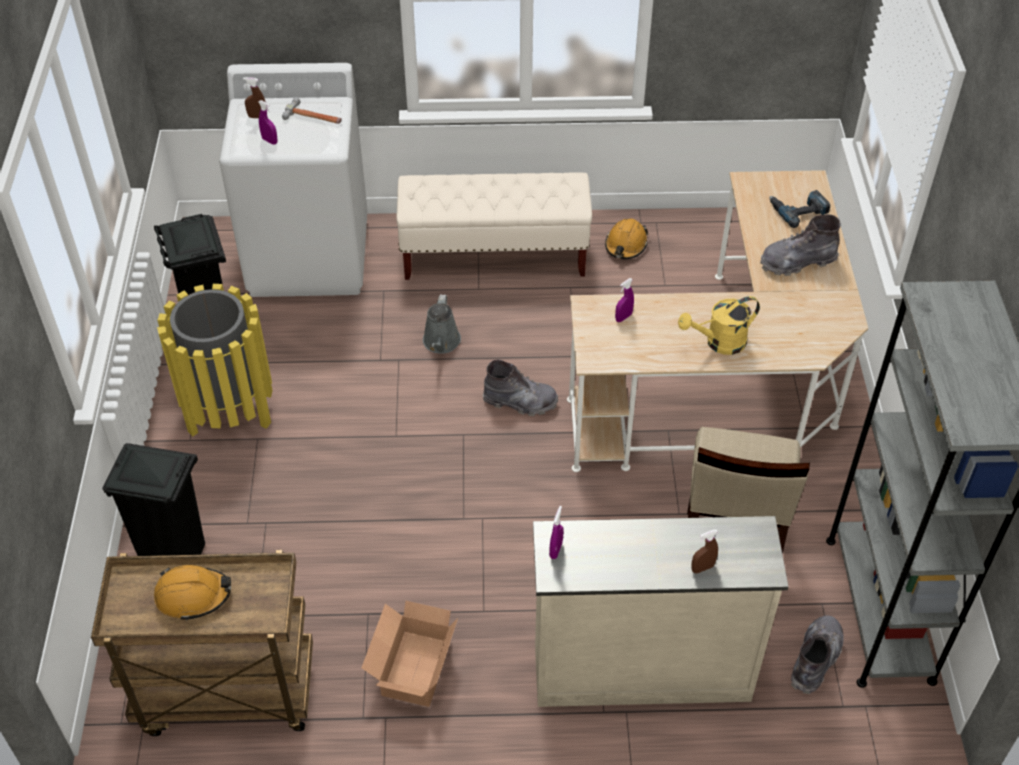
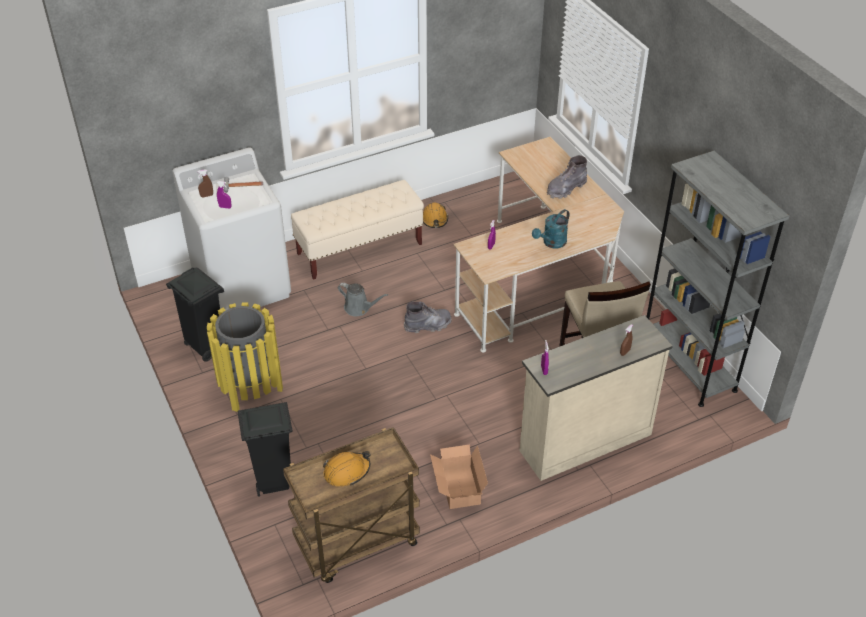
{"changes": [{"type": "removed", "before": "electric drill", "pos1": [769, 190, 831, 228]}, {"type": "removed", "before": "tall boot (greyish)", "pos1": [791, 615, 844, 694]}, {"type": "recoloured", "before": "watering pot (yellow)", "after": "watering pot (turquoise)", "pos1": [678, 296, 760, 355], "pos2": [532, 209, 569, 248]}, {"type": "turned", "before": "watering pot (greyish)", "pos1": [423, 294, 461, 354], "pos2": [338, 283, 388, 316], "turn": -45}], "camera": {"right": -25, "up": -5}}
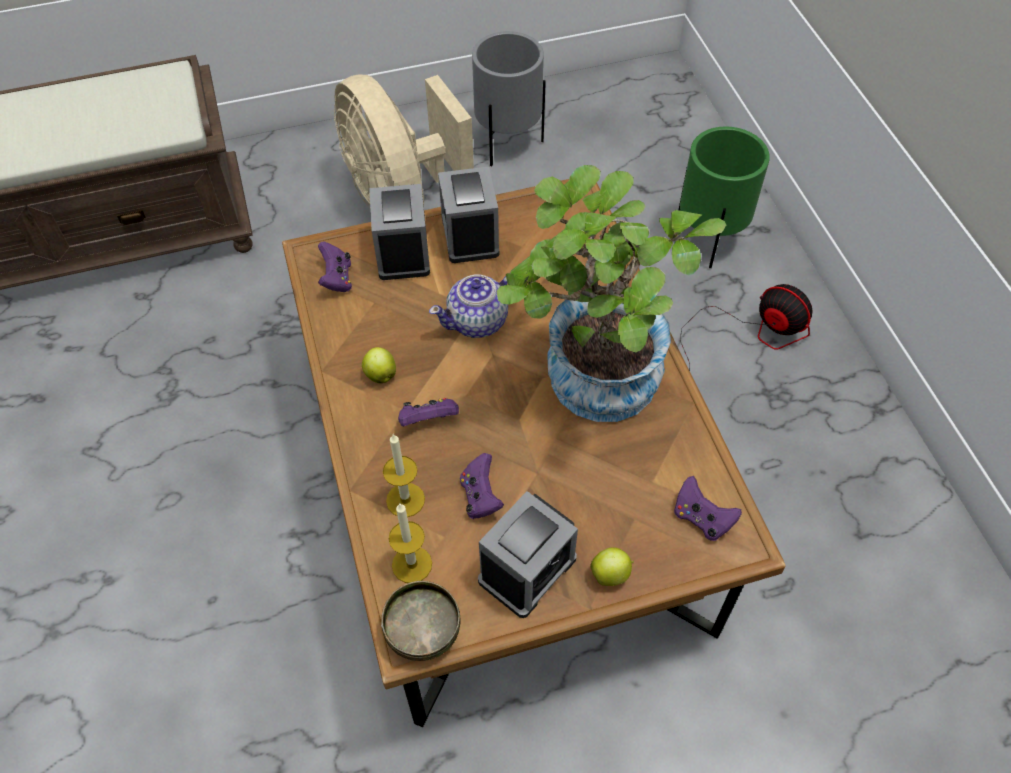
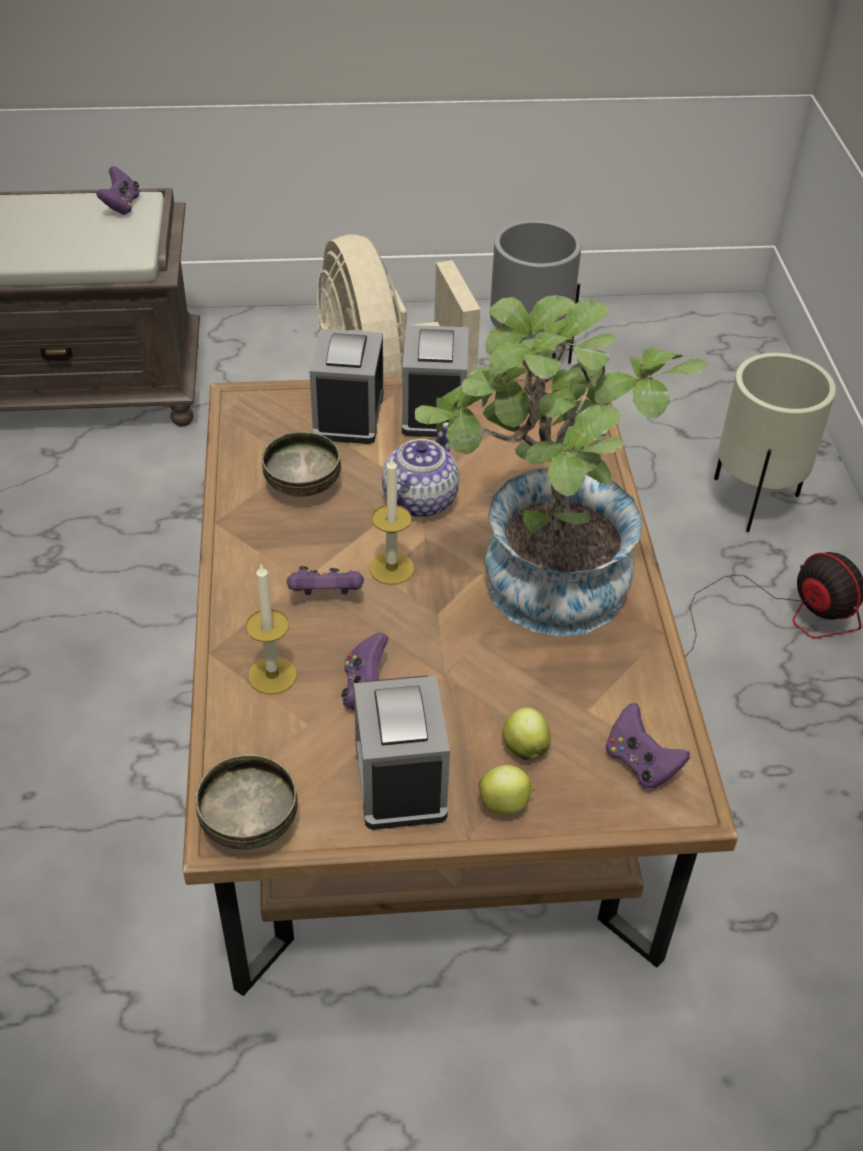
{"changes": [{"type": "added", "after": "deep dish", "pos2": [262, 431, 341, 497]}, {"type": "moved", "before": "game controller (purple-coloured)", "pos1": [318, 241, 352, 292], "pos2": [96, 166, 139, 215]}, {"type": "moved", "before": "apple", "pos1": [362, 347, 396, 383], "pos2": [502, 707, 551, 760]}, {"type": "moved", "before": "wax candle", "pos1": [389, 503, 432, 583], "pos2": [369, 456, 414, 585]}, {"type": "recoloured", "before": "planter (greenish)", "after": "planter (beige)", "pos1": [679, 127, 770, 268], "pos2": [714, 353, 836, 532]}, {"type": "turned", "before": "teapot", "pos1": [429, 273, 511, 338], "pos2": [382, 422, 459, 518], "turn": 135}, {"type": "turned", "before": "table clock", "pos1": [478, 491, 578, 618], "pos2": [354, 676, 450, 830], "turn": 120}], "camera": {"right": 10, "up": -10}}
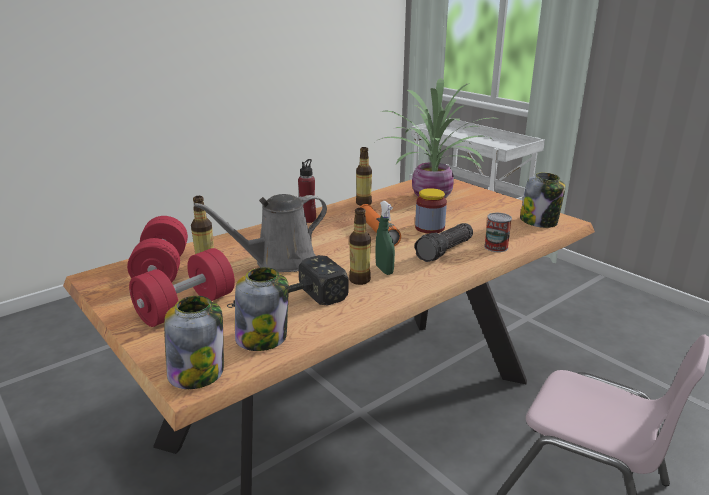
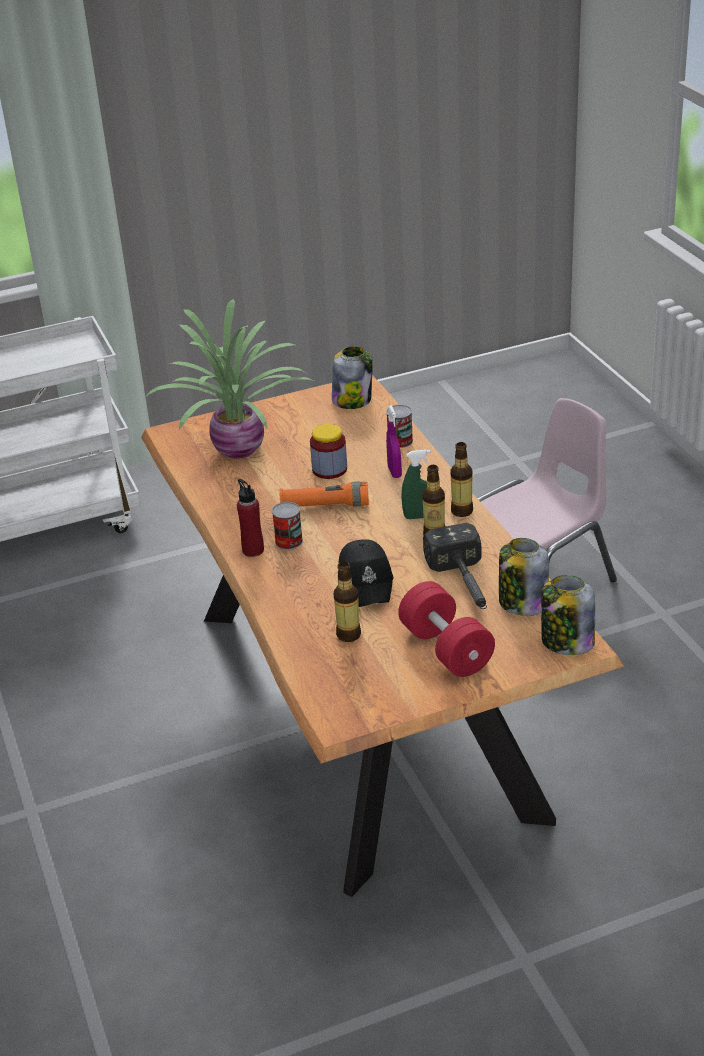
{"changes": [{"type": "removed", "before": "free weight (red-coloured)", "pos1": [127, 216, 188, 283]}, {"type": "added", "after": "sealed can", "pos2": [272, 502, 303, 550]}, {"type": "moved", "before": "drink bottle", "pos1": [356, 147, 372, 206], "pos2": [451, 442, 473, 517]}, {"type": "replaced", "before": "watering pot (greyish)", "after": "baseball cap (black)", "pos1": [194, 194, 327, 272], "pos2": [339, 539, 394, 607]}, {"type": "replaced", "before": "hand torch", "after": "hand sprayer (purple-coloured)", "pos1": [414, 223, 473, 262], "pos2": [386, 405, 402, 478]}], "camera": {"right": -70, "up": 10}}
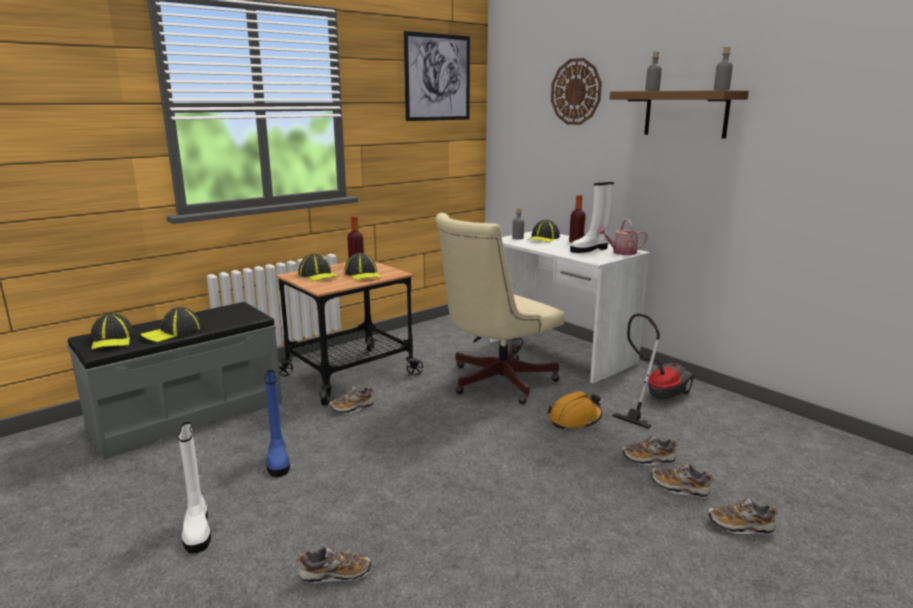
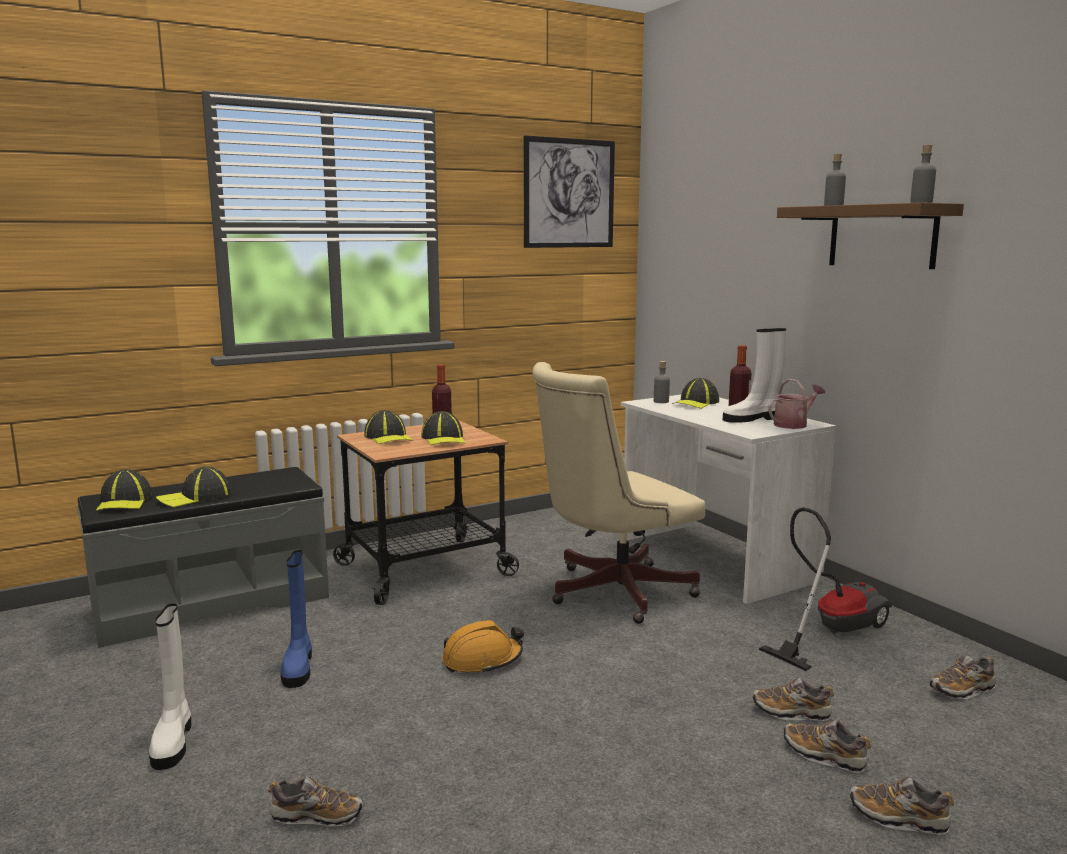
{"changes": [{"type": "removed", "before": "clock on the wall", "pos1": [551, 58, 602, 125]}, {"type": "moved", "before": "low shoe", "pos1": [329, 386, 374, 414], "pos2": [929, 655, 996, 699]}, {"type": "moved", "before": "work helmet (orange)", "pos1": [548, 391, 602, 429], "pos2": [442, 620, 524, 674]}, {"type": "turned", "before": "watering pot", "pos1": [597, 219, 648, 255], "pos2": [768, 379, 825, 429], "turn": 150}], "camera": {"right": 10, "up": -5}}
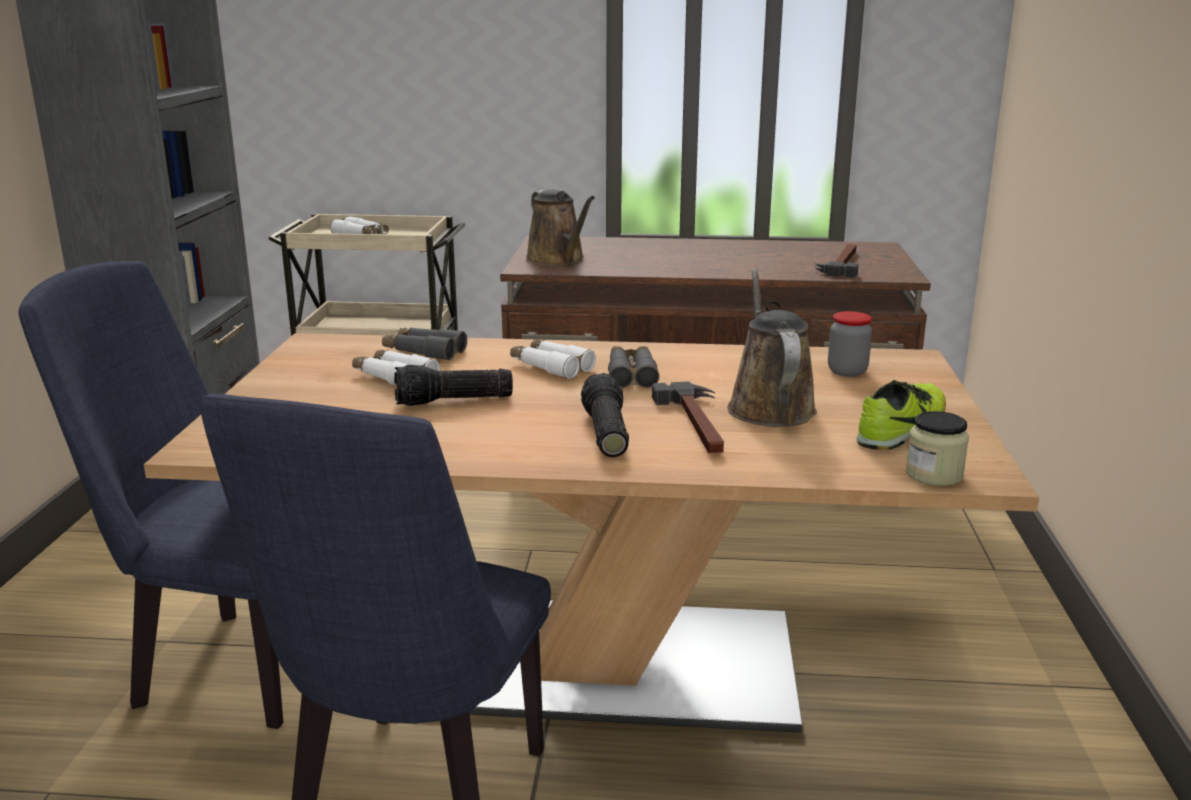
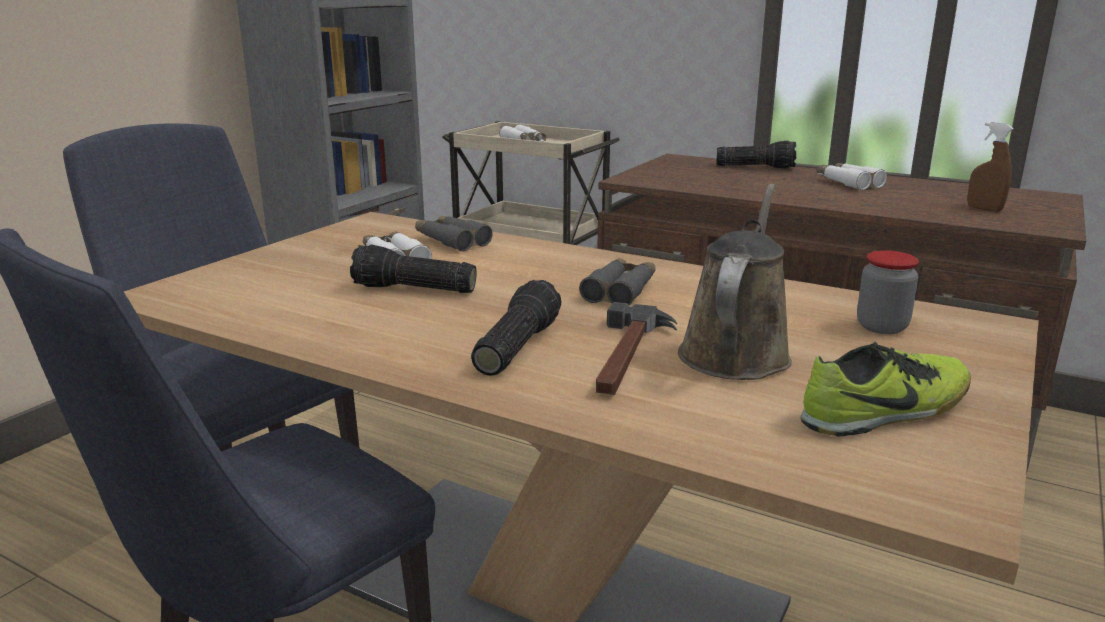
{"changes": [{"type": "removed", "before": "watering pot (brown-coloured)", "pos1": [526, 189, 595, 266]}, {"type": "removed", "before": "preserve jar", "pos1": [906, 411, 969, 486]}, {"type": "added", "after": "hand torch", "pos2": [716, 141, 796, 169]}, {"type": "moved", "before": "pair of binoculars (white)", "pos1": [510, 340, 596, 379], "pos2": [817, 163, 887, 190]}, {"type": "replaced", "before": "hammer", "after": "hand sprayer (brown-coloured)", "pos1": [815, 244, 858, 278], "pos2": [968, 122, 1013, 212]}], "camera": {"right": 25, "up": 0}}
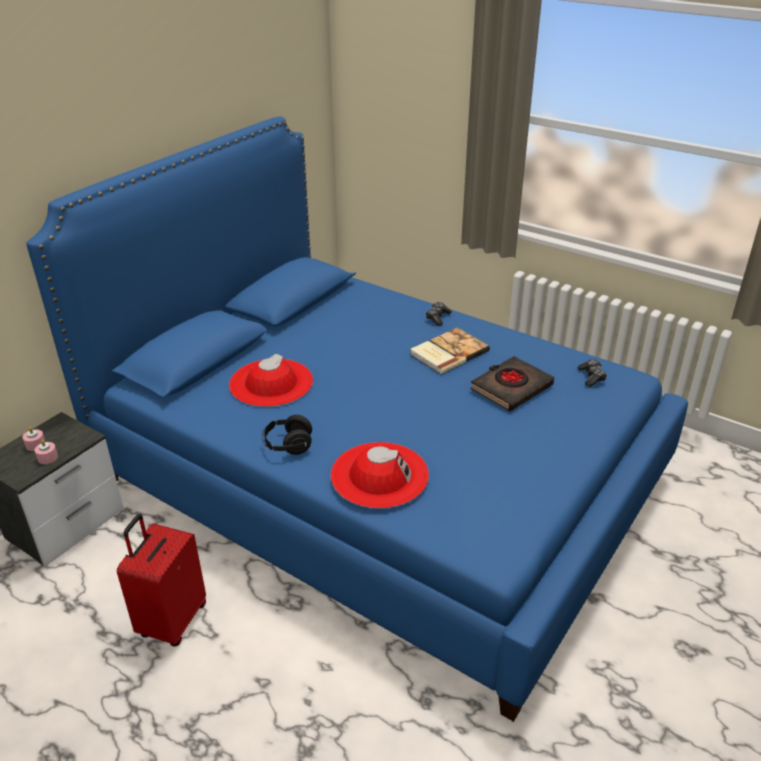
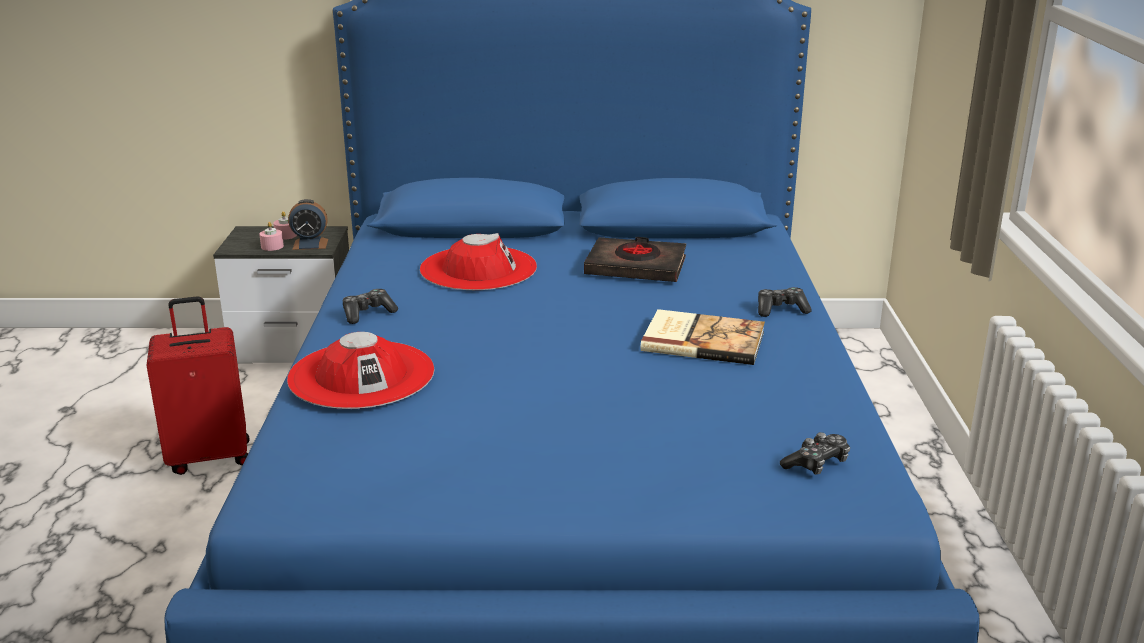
{"changes": [{"type": "added", "after": "table clock", "pos2": [288, 199, 328, 250]}, {"type": "moved", "before": "bound book (black)", "pos1": [470, 356, 554, 411], "pos2": [584, 237, 686, 282]}, {"type": "replaced", "before": "headset (black)", "after": "game controller", "pos1": [262, 415, 312, 455], "pos2": [343, 289, 398, 324]}], "camera": {"right": 55, "up": -10}}
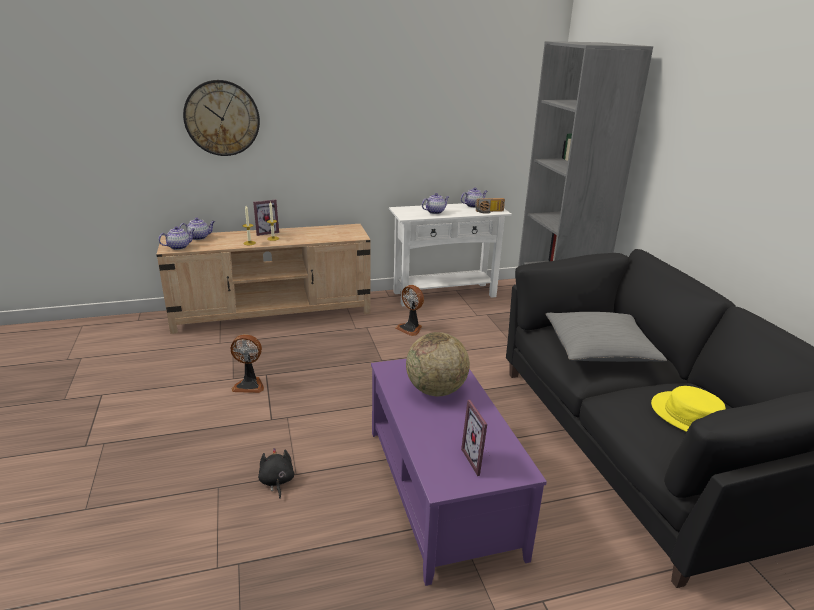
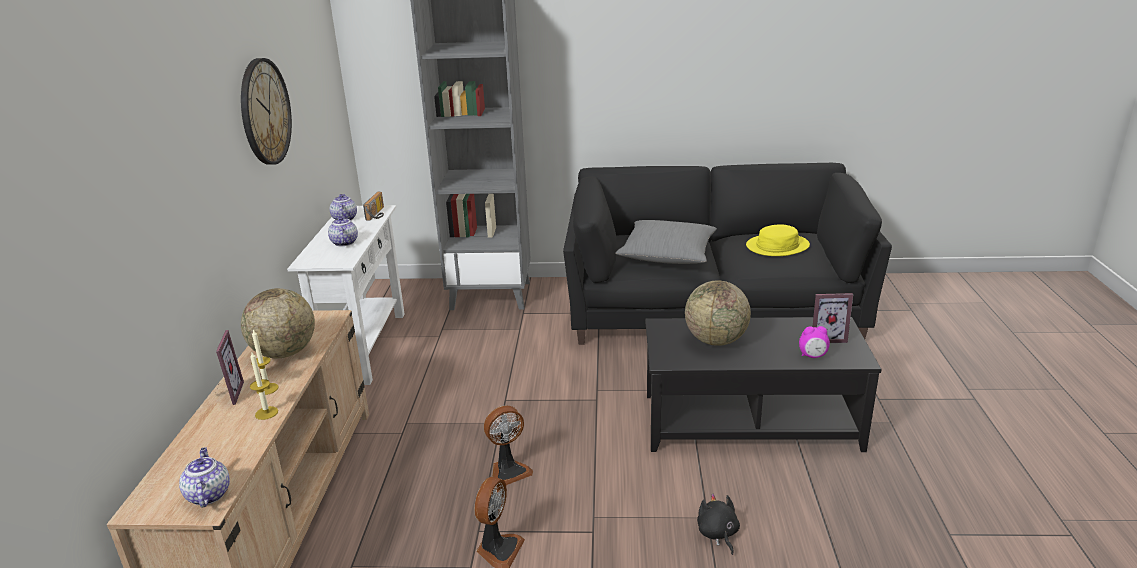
{"changes": [{"type": "removed", "before": "teapot", "pos1": [179, 218, 215, 240]}, {"type": "added", "after": "globe", "pos2": [241, 288, 315, 358]}, {"type": "added", "after": "table clock", "pos2": [799, 326, 830, 358]}, {"type": "moved", "before": "clock on the wall", "pos1": [183, 80, 260, 156], "pos2": [241, 58, 292, 165]}, {"type": "moved", "before": "cooling fan", "pos1": [395, 285, 424, 336], "pos2": [484, 406, 533, 485]}, {"type": "recoloured", "before": "low table (purple-coloured)", "after": "low table (black)", "pos1": [371, 359, 547, 586], "pos2": [645, 317, 881, 452]}, {"type": "turned", "before": "plush toy (black)", "pos1": [258, 448, 294, 499], "pos2": [697, 493, 740, 555], "turn": 75}], "camera": {"right": -70, "up": 0}}
